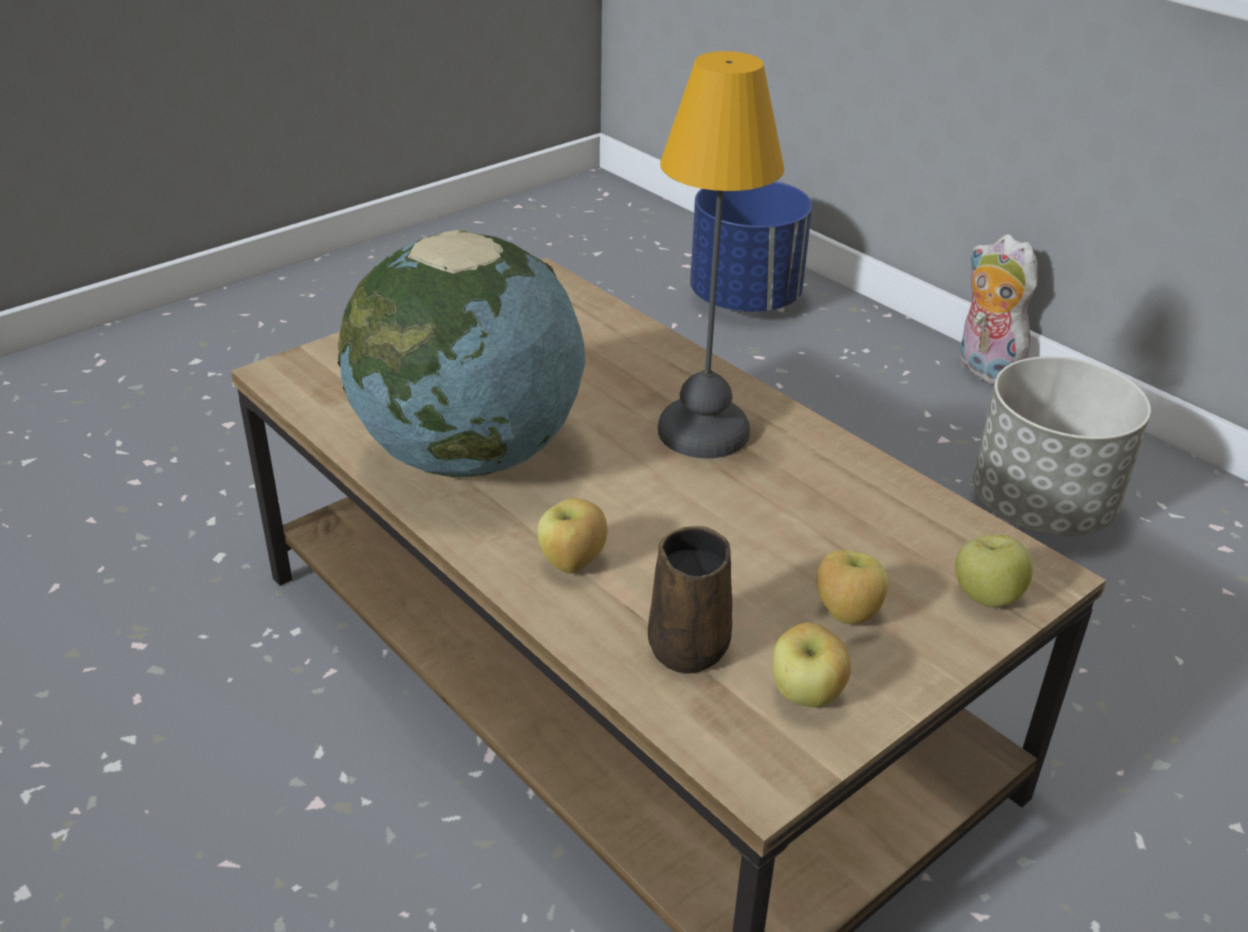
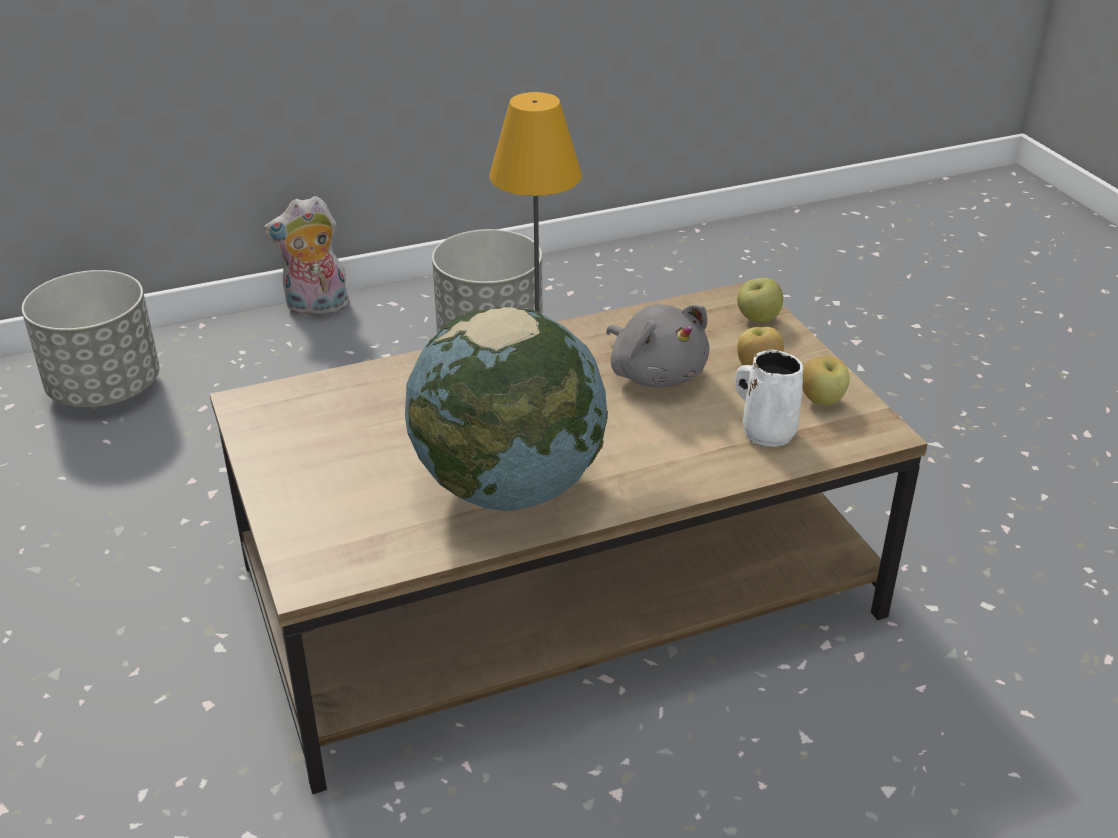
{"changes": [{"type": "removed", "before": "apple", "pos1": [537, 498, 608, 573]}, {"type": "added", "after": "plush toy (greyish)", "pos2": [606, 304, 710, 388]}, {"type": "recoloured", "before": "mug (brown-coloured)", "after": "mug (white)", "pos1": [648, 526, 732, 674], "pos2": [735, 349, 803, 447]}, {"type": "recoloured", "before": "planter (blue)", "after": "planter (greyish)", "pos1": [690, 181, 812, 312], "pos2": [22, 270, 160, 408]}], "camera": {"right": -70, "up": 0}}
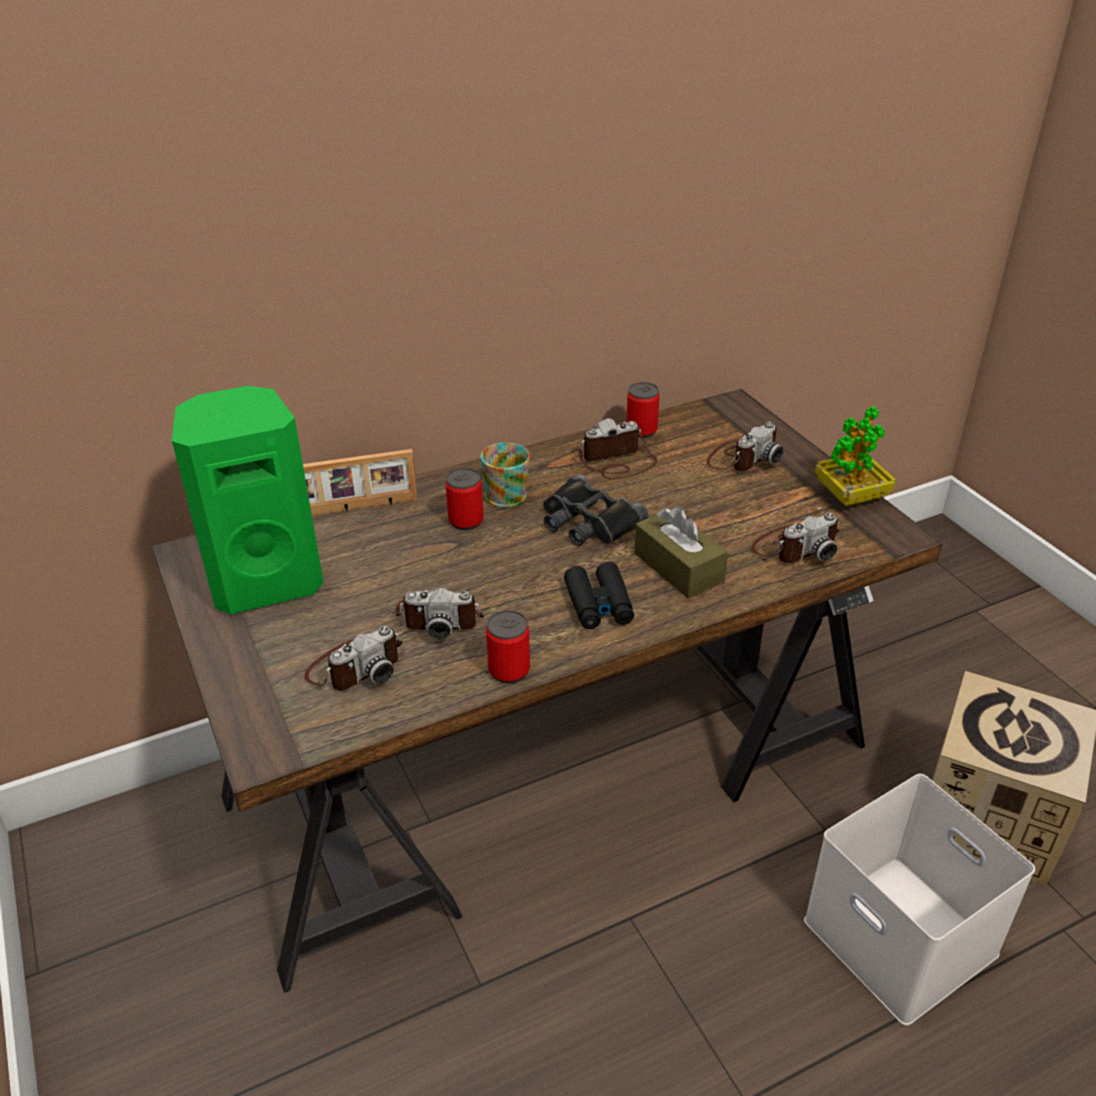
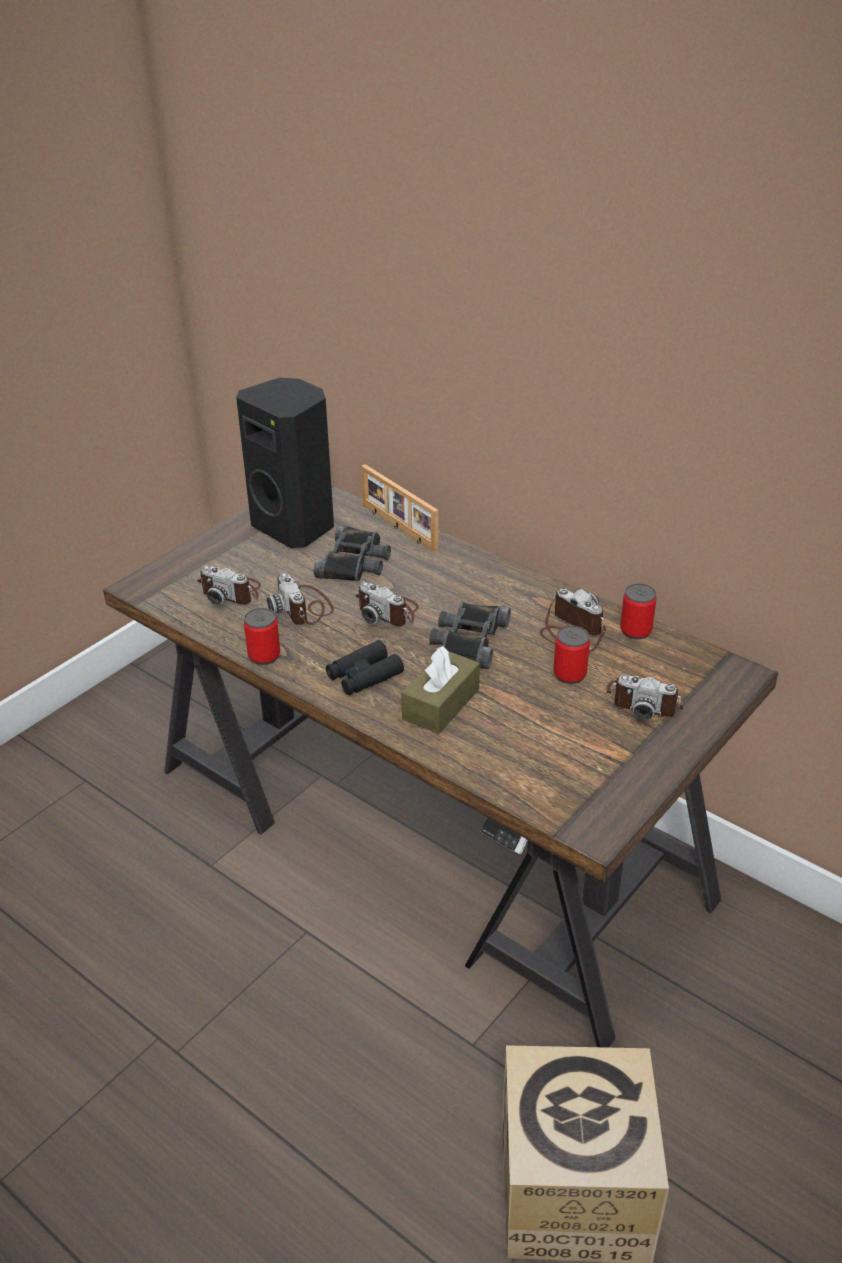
{"changes": [{"type": "removed", "before": "mug", "pos1": [480, 442, 530, 508]}, {"type": "removed", "before": "storage container (white)", "pos1": [804, 774, 1035, 1026]}, {"type": "removed", "before": "houseplant", "pos1": [815, 406, 896, 506]}, {"type": "added", "after": "pair of binoculars (black)", "pos2": [314, 525, 391, 581]}, {"type": "moved", "before": "sealed can", "pos1": [446, 468, 484, 530], "pos2": [553, 626, 590, 684]}, {"type": "moved", "before": "still camera", "pos1": [752, 513, 839, 563], "pos2": [355, 582, 419, 626]}, {"type": "recoloured", "before": "loudspeaker (greenish)", "after": "loudspeaker (black)", "pos1": [172, 386, 324, 614], "pos2": [236, 378, 334, 548]}], "camera": {"right": 65, "up": 0}}
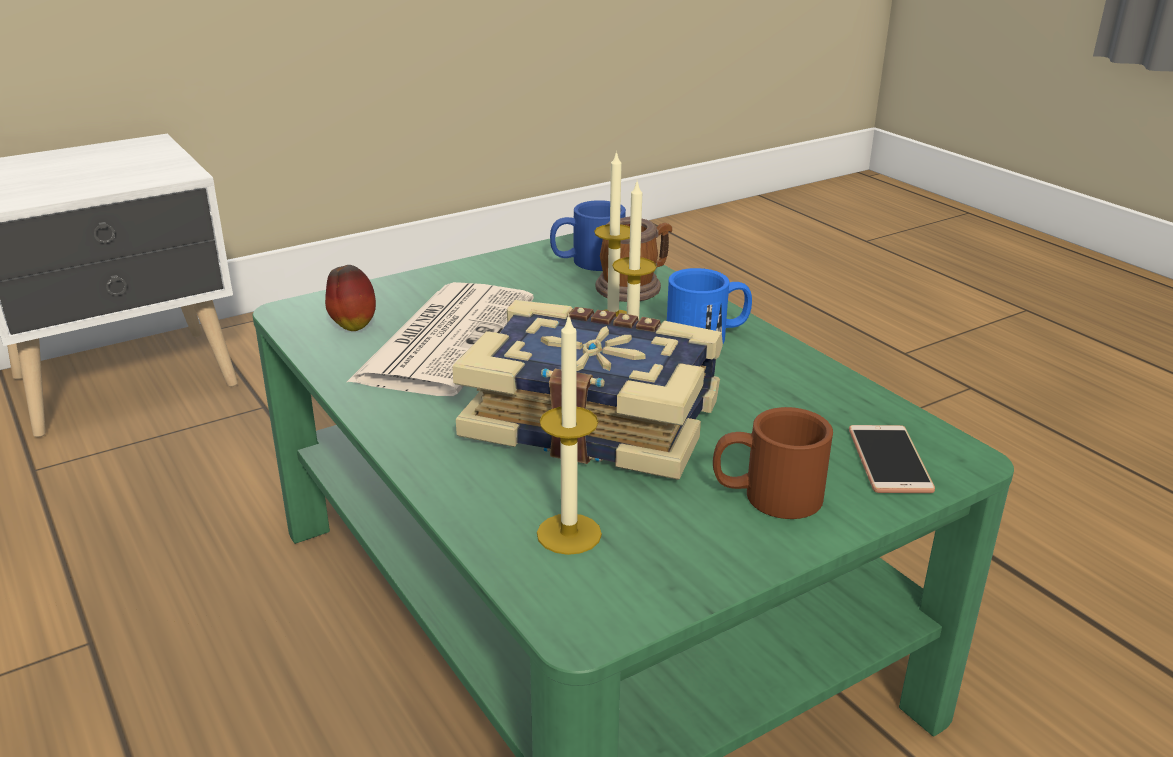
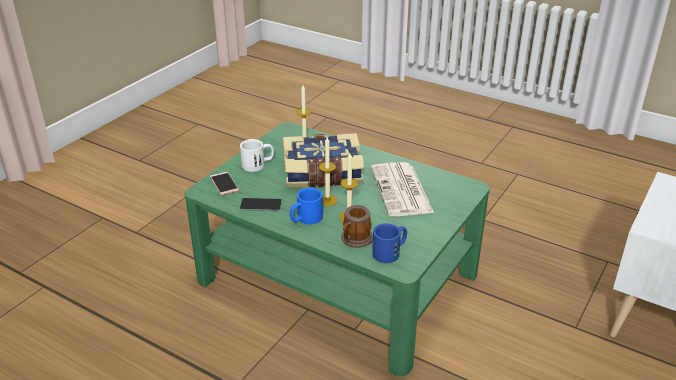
{"changes": [{"type": "removed", "before": "apple", "pos1": [325, 265, 376, 331]}, {"type": "added", "after": "handset", "pos2": [240, 198, 282, 211]}, {"type": "recoloured", "before": "mug (brown-coloured)", "after": "mug (white)", "pos1": [713, 407, 833, 519], "pos2": [240, 139, 274, 172]}], "camera": {"right": 155, "up": 5}}
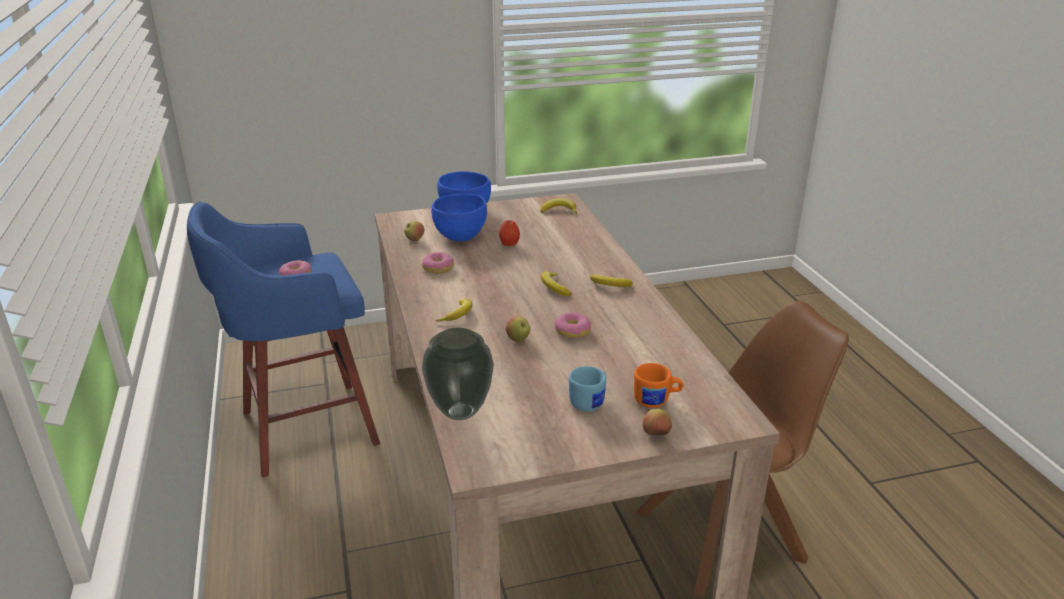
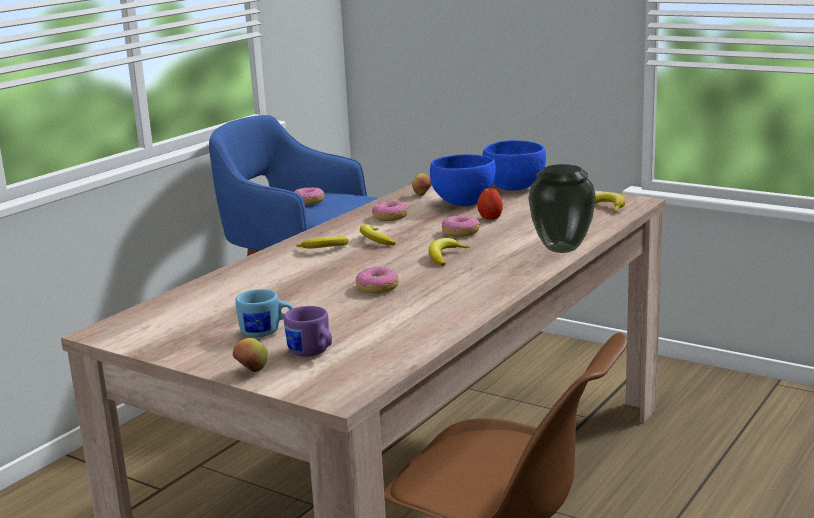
{"changes": [{"type": "removed", "before": "apple", "pos1": [506, 316, 530, 342]}, {"type": "added", "after": "donut", "pos2": [442, 215, 480, 237]}, {"type": "moved", "before": "vase", "pos1": [422, 328, 494, 420], "pos2": [528, 164, 596, 253]}, {"type": "moved", "before": "banana fruit", "pos1": [590, 275, 633, 287], "pos2": [360, 224, 396, 245]}, {"type": "recoloured", "before": "mug (orange)", "after": "mug (purple-coloured)", "pos1": [634, 363, 683, 408], "pos2": [284, 306, 332, 357]}], "camera": {"right": 50, "up": -10}}
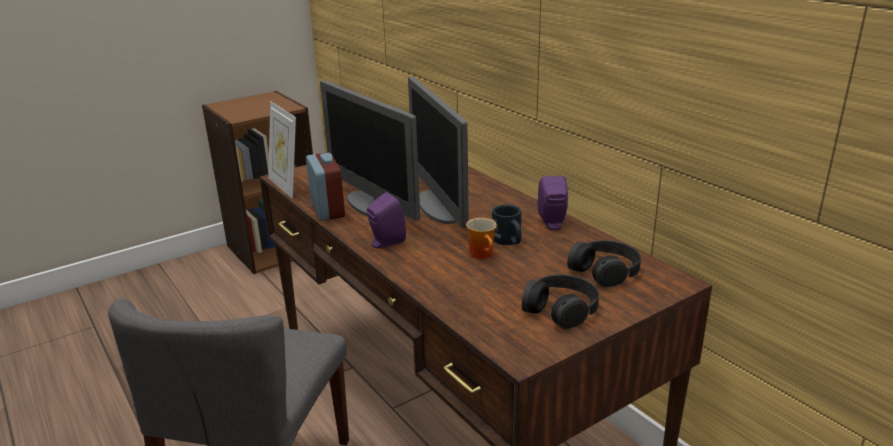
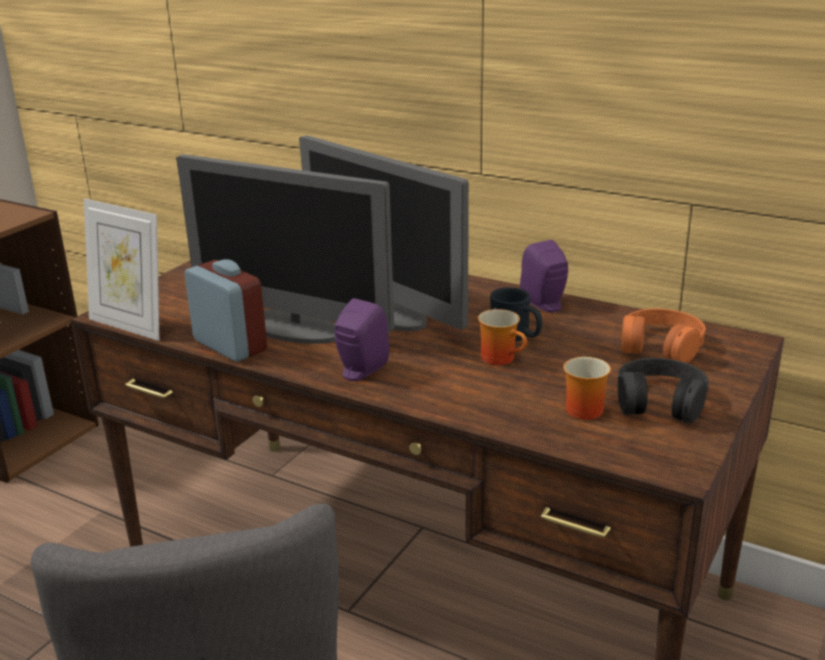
{"changes": [{"type": "added", "after": "mug", "pos2": [563, 357, 611, 420]}, {"type": "recoloured", "before": "headset (black)", "after": "headset (orange)", "pos1": [567, 240, 641, 287], "pos2": [622, 308, 706, 363]}], "camera": {"right": -25, "up": 0}}
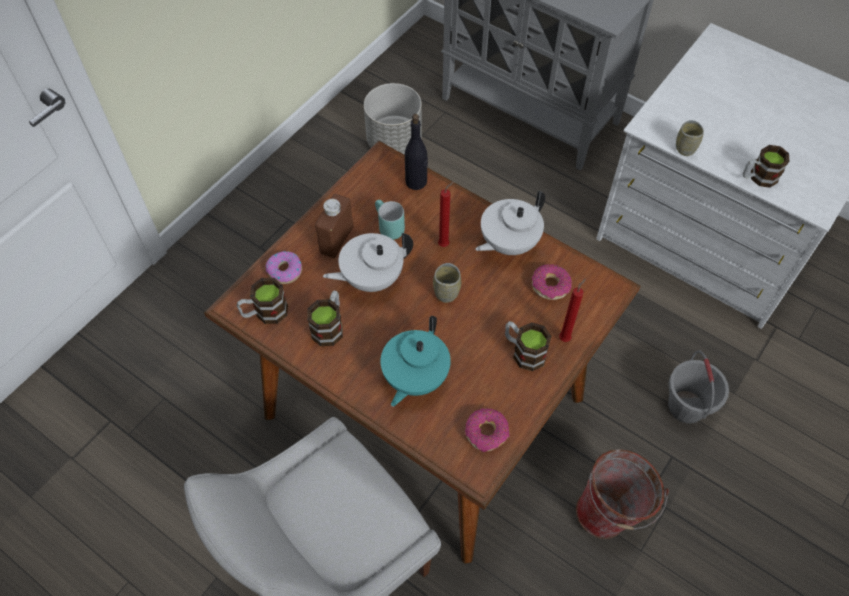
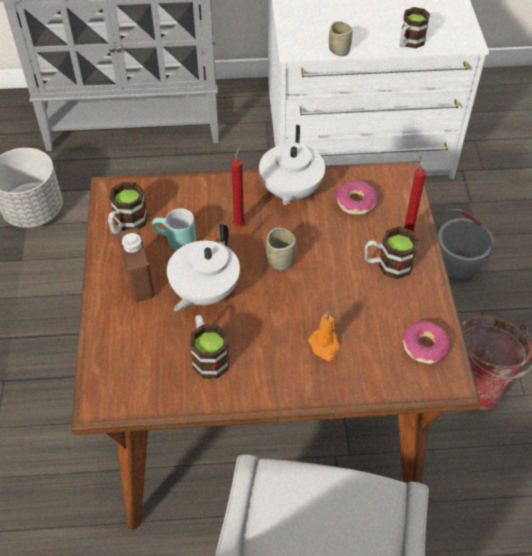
{"changes": [{"type": "removed", "before": "donut", "pos1": [266, 251, 302, 284]}, {"type": "removed", "before": "drink bottle (black)", "pos1": [405, 114, 428, 190]}, {"type": "moved", "before": "mug", "pos1": [237, 278, 288, 324], "pos2": [108, 182, 148, 235]}, {"type": "replaced", "before": "teapot (turquoise)", "after": "wax candle (orange)", "pos1": [380, 316, 451, 407], "pos2": [308, 311, 339, 361]}], "camera": {"right": -40, "up": -5}}
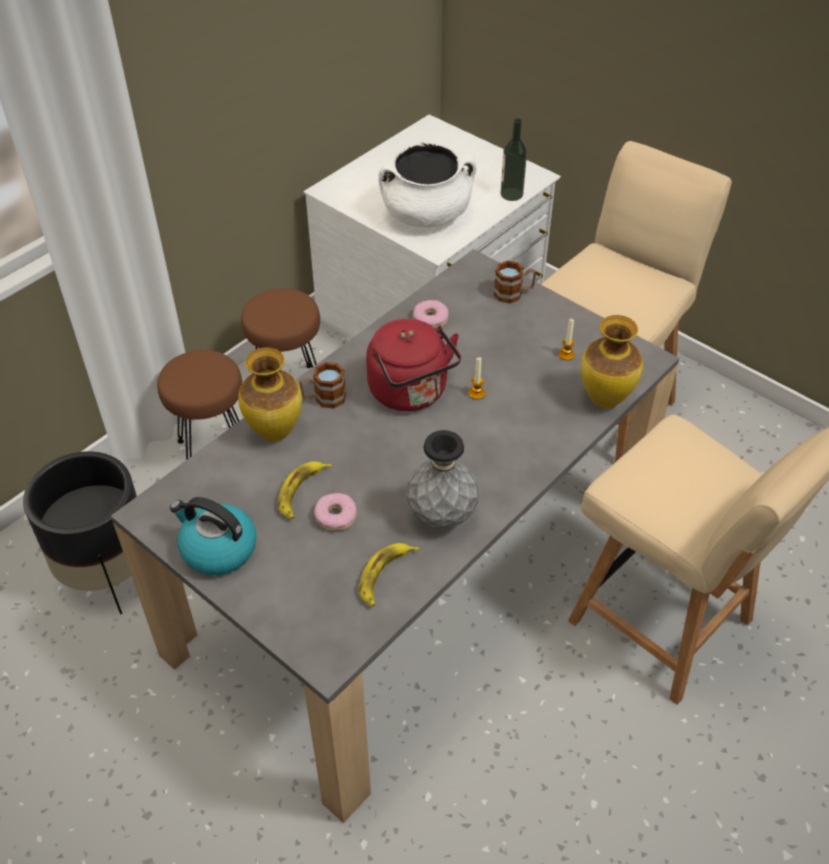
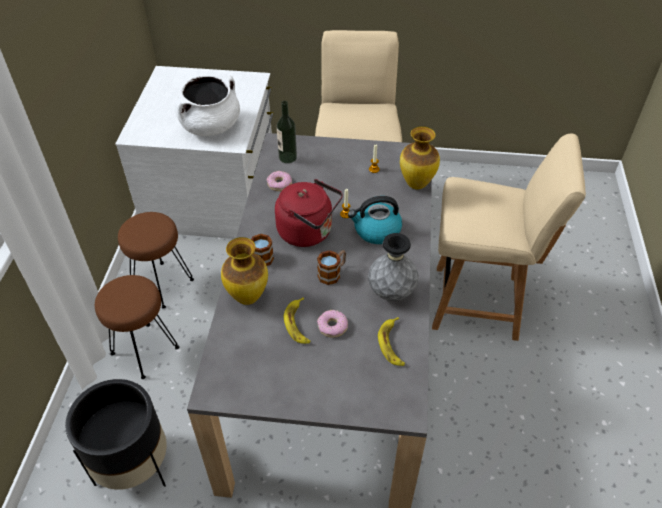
{"changes": [{"type": "moved", "before": "tea kettle", "pos1": [170, 497, 257, 575], "pos2": [348, 196, 402, 244]}, {"type": "moved", "before": "mug", "pos1": [494, 261, 536, 303], "pos2": [317, 250, 346, 285]}, {"type": "moved", "before": "drink bottle", "pos1": [501, 118, 527, 201], "pos2": [277, 101, 297, 163]}], "camera": {"right": -35, "up": 0}}
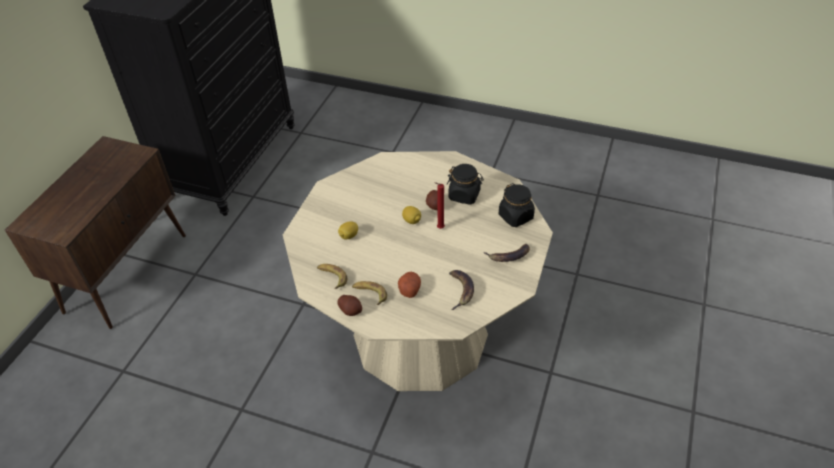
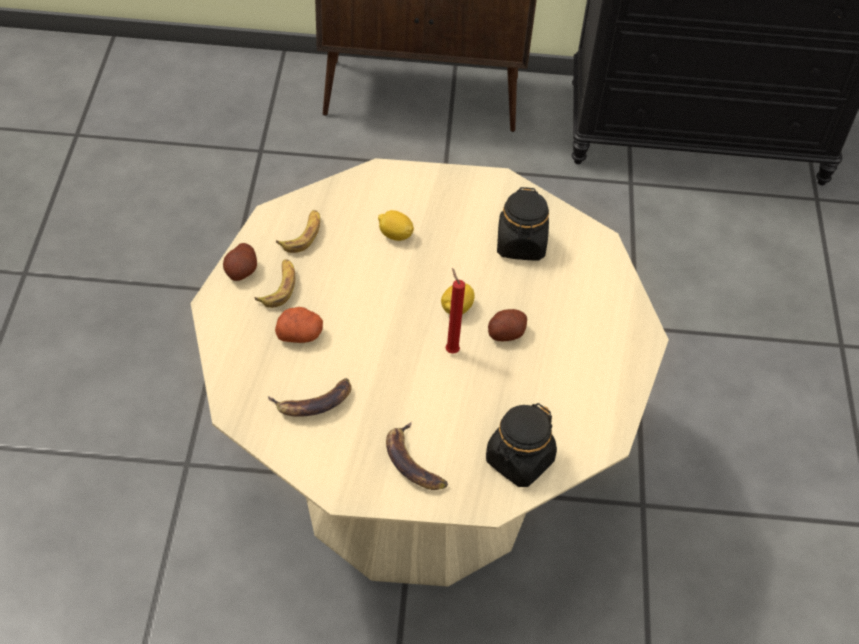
{"changes": [{"type": "moved", "before": "preserve jar (black)", "pos1": [447, 164, 484, 205], "pos2": [497, 187, 549, 260]}], "camera": {"right": 70, "up": 5}}
